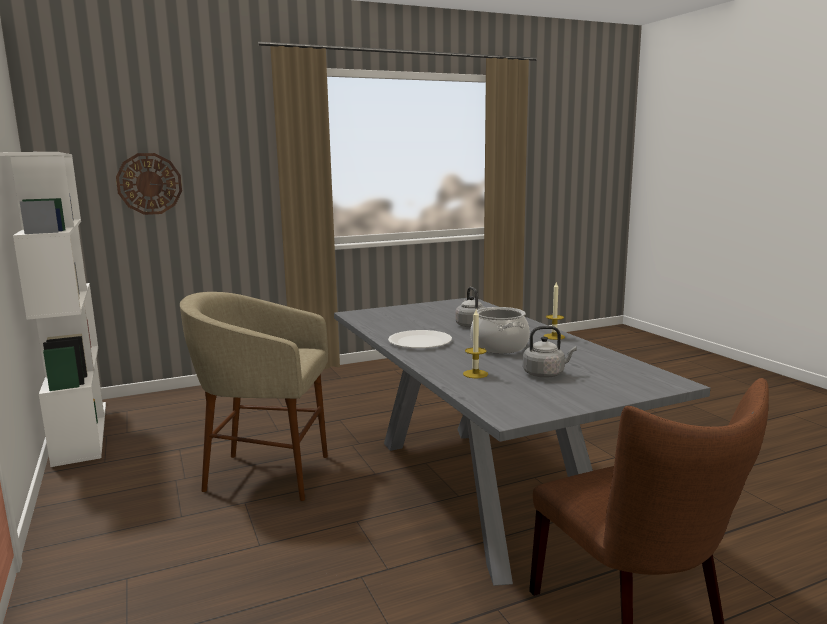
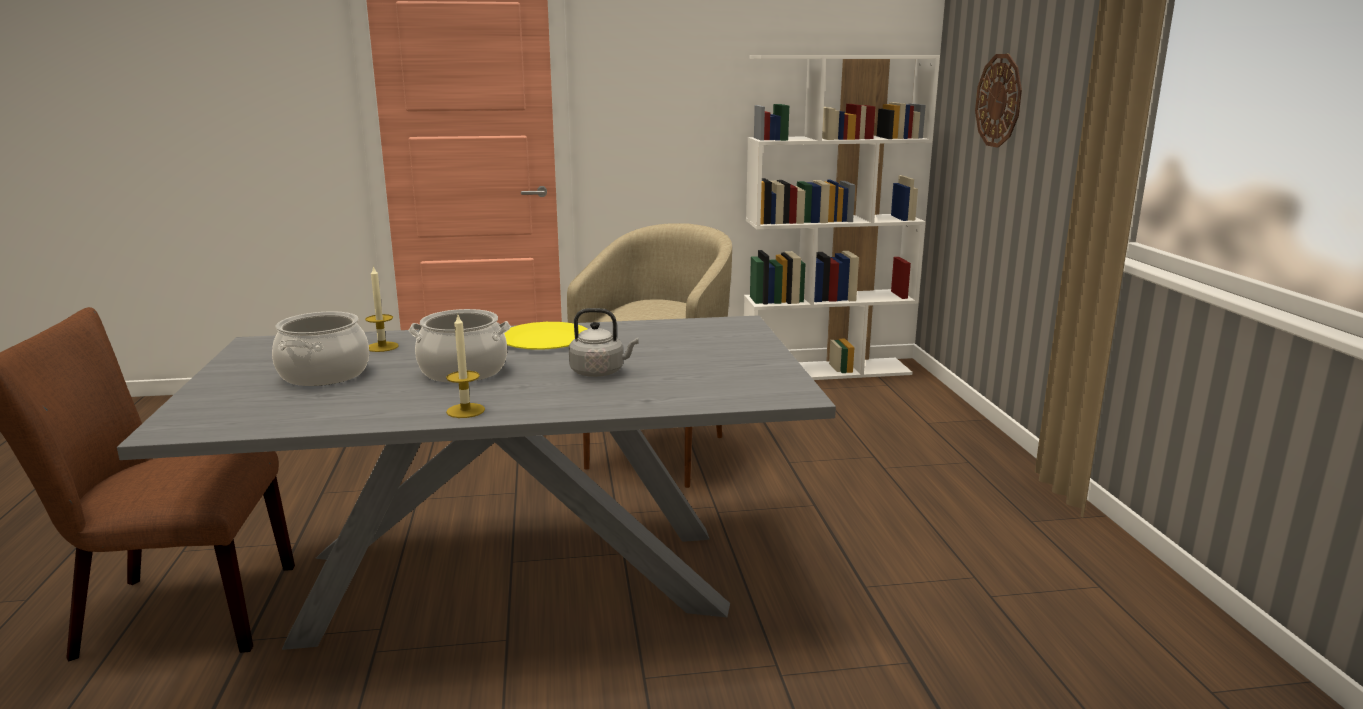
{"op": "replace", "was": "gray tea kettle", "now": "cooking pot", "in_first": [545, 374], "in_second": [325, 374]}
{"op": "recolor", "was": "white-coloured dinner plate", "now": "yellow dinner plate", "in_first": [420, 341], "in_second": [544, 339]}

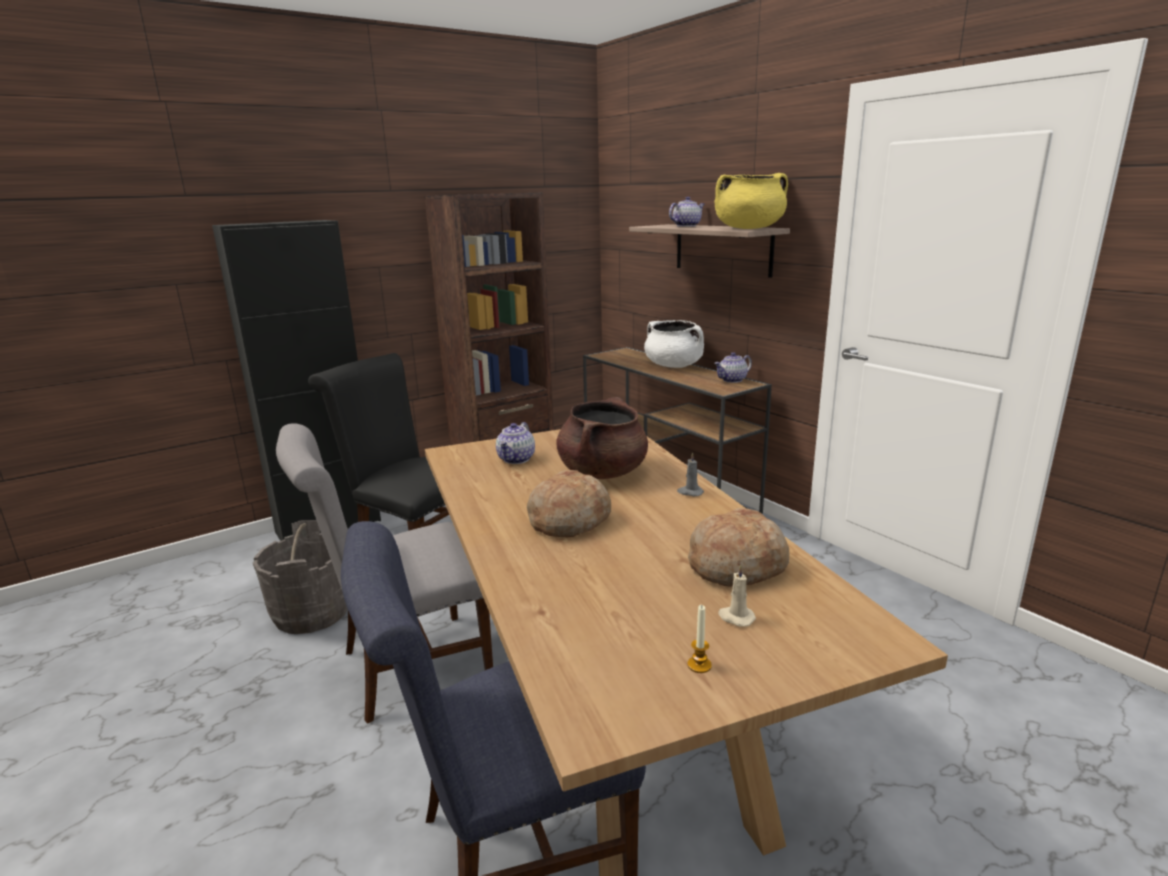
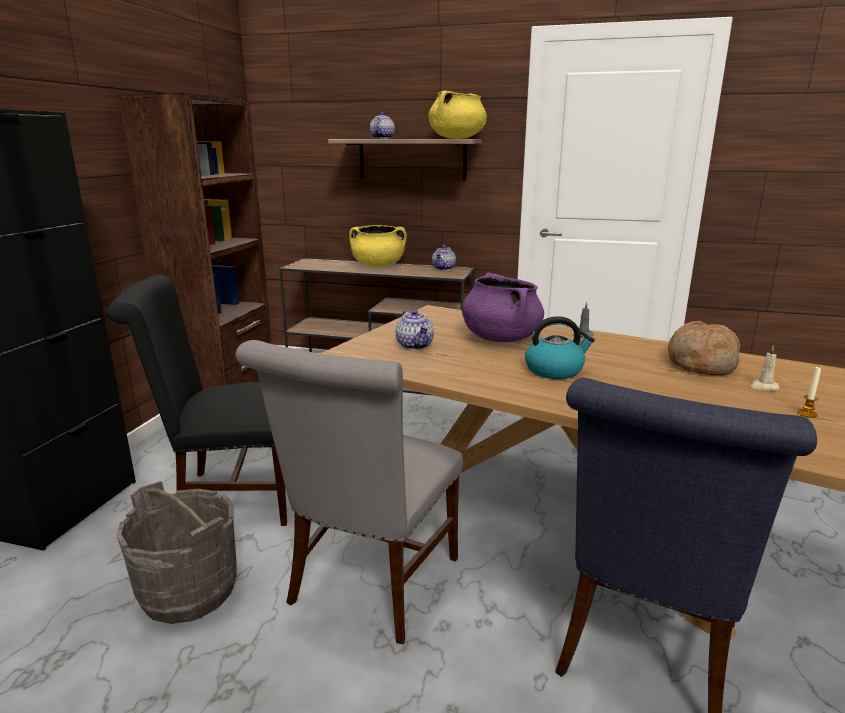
{"op": "recolor", "was": "white-coloured cooking pot", "now": "yellow cooking pot", "in_first": [674, 366], "in_second": [378, 265]}
{"op": "recolor", "was": "brownish cooking pot", "now": "purple cooking pot", "in_first": [602, 472], "in_second": [500, 338]}
{"op": "replace", "was": "bakery bread", "now": "tea kettle", "in_first": [569, 520], "in_second": [555, 370]}

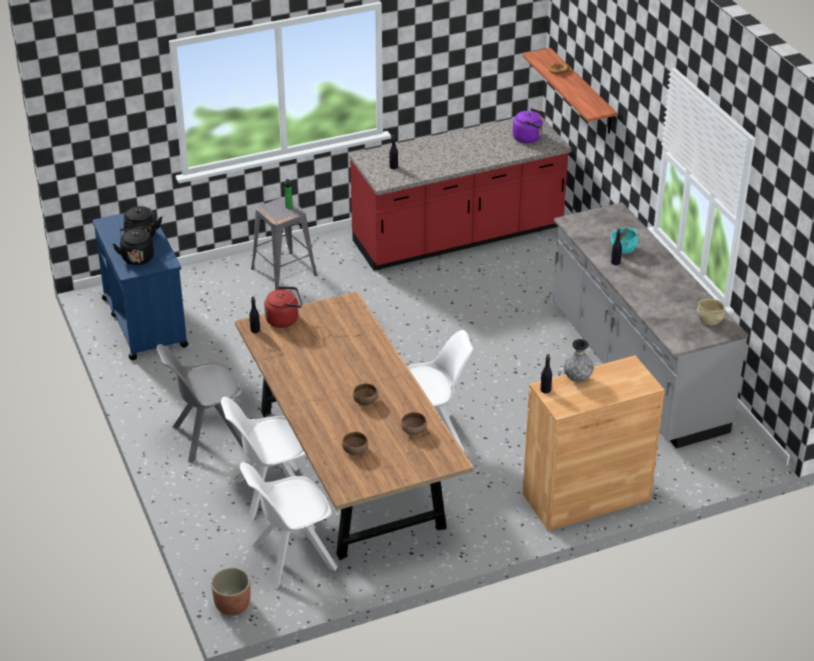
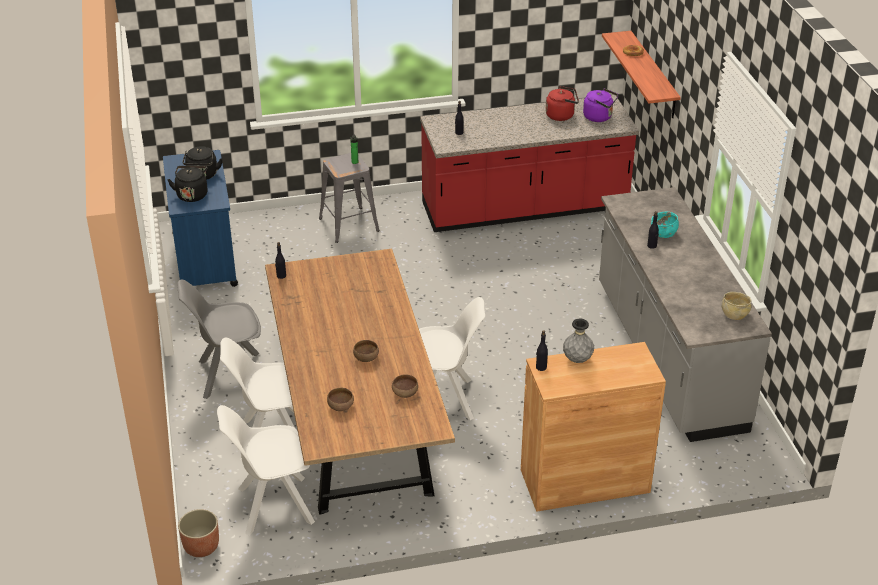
{"op": "move", "was": "reddish tea kettle", "in_first": [284, 319], "in_second": [561, 115]}

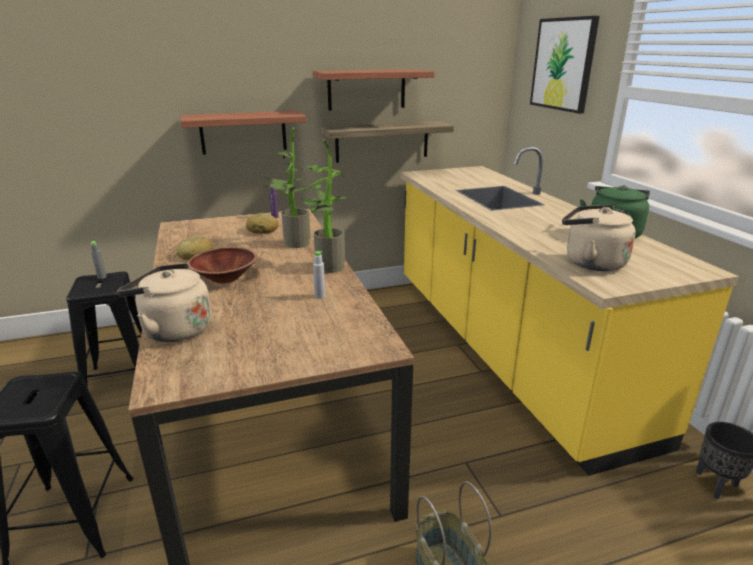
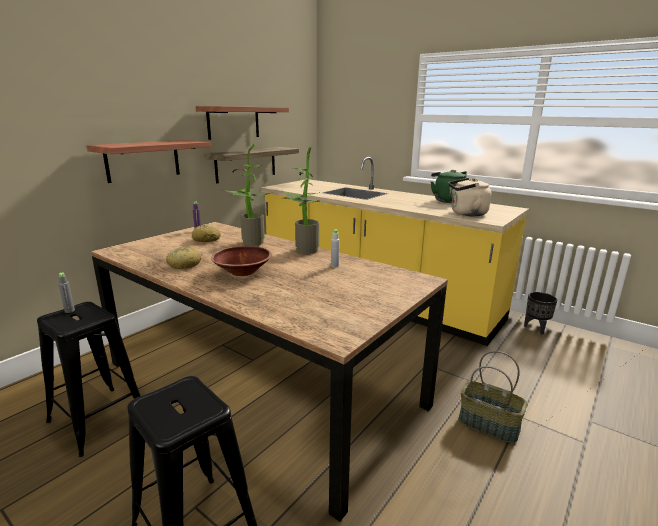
{"op": "delete", "was": "wall picture", "in_first": [563, 64]}
{"op": "delete", "was": "sand-coloured tea kettle", "in_first": [173, 330]}

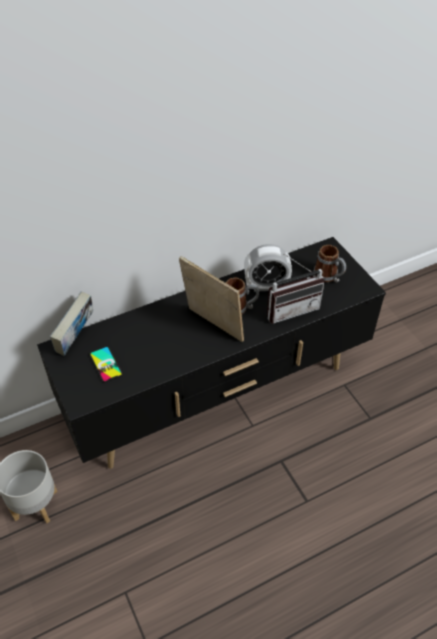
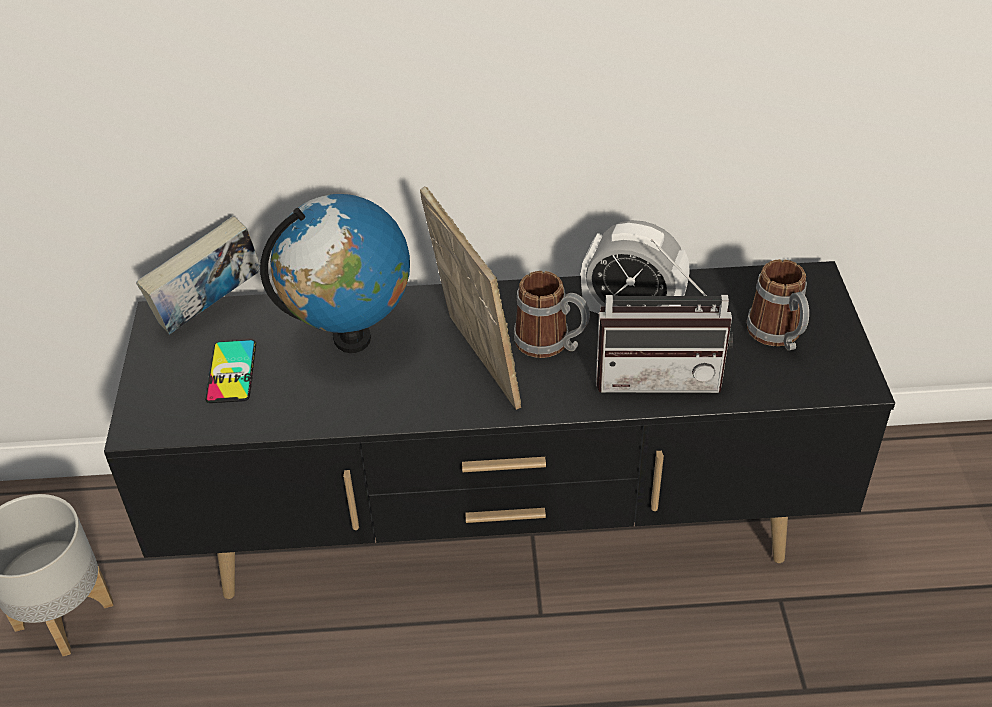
{"op": "insert", "now": "globe", "in_second": [351, 339]}

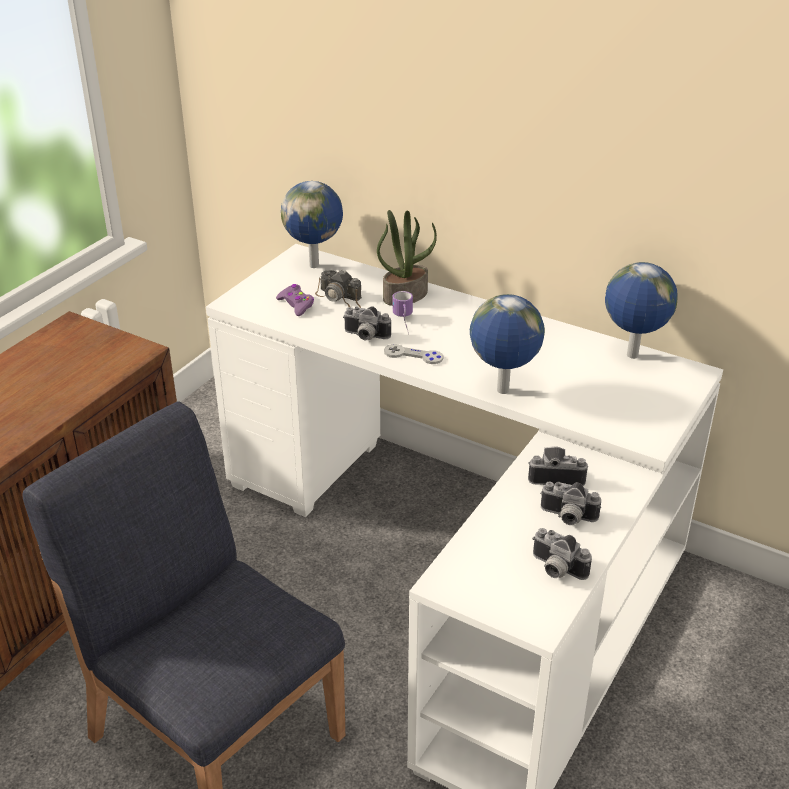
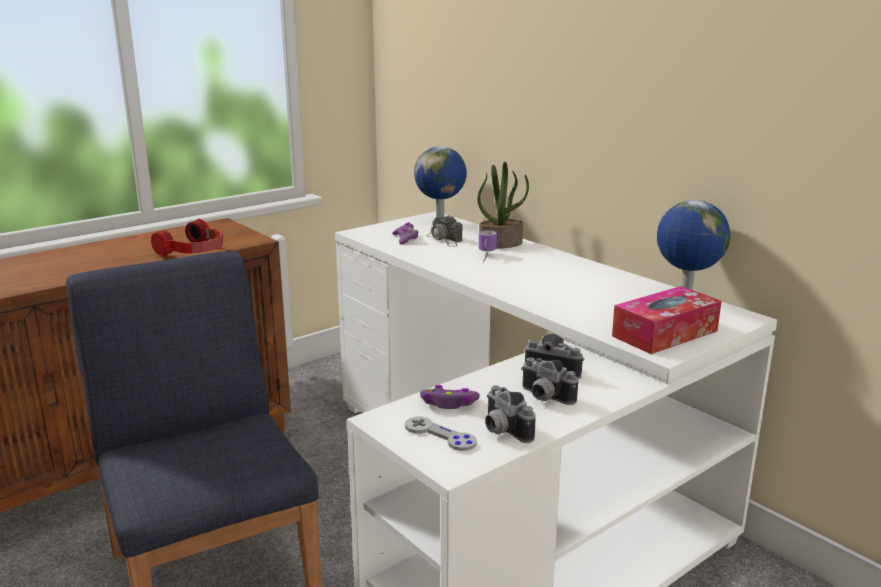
{"op": "delete", "was": "globe", "in_first": [502, 391]}
{"op": "delete", "was": "photo camera", "in_first": [365, 337]}
{"op": "move", "was": "gray game controller", "in_first": [413, 355], "in_second": [440, 435]}
{"op": "insert", "now": "headset", "in_second": [194, 252]}
{"op": "insert", "now": "tissue box", "in_second": [665, 333]}
{"op": "insert", "now": "purple game controller", "in_second": [449, 404]}

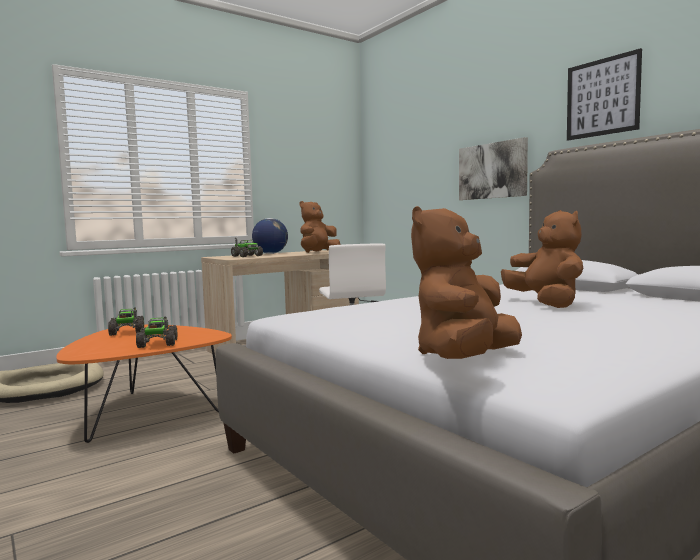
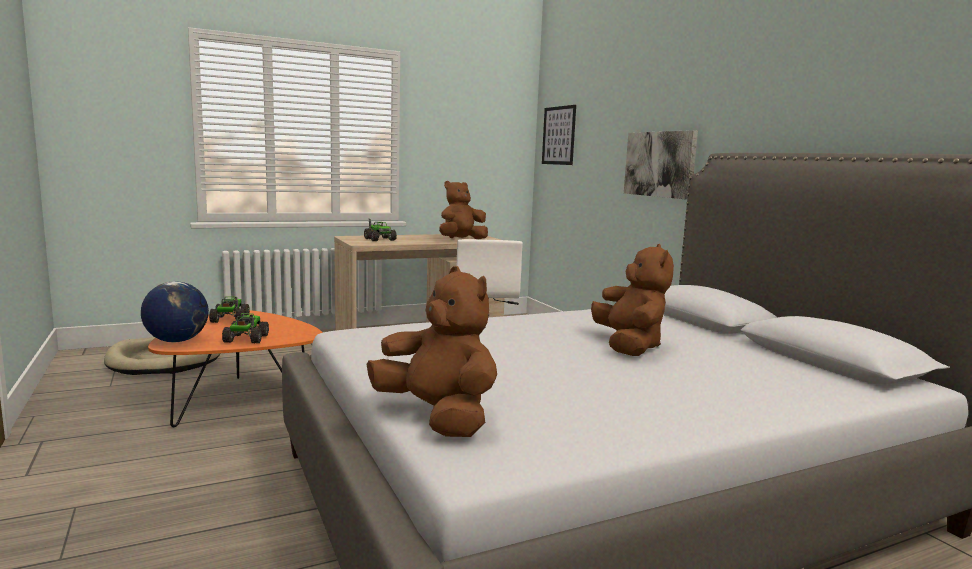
{"op": "move", "was": "wall picture", "in_first": [602, 97], "in_second": [558, 135]}
{"op": "rotate", "was": "brownish cuddly toy", "in_first": [464, 359], "in_second": [438, 417], "clockwise": 90}
{"op": "move", "was": "globe", "in_first": [270, 253], "in_second": [177, 341]}

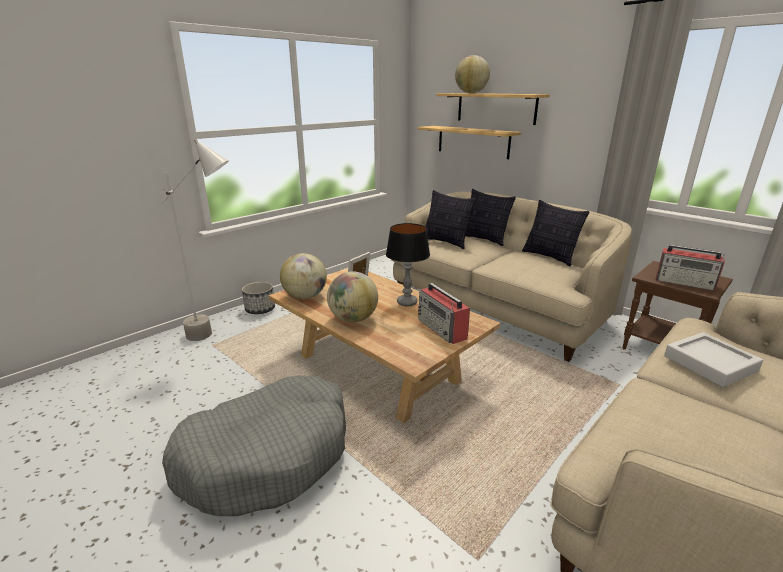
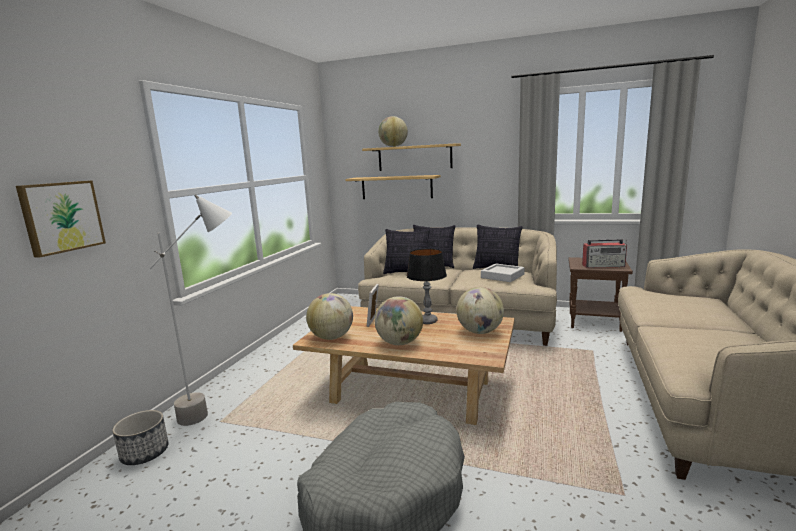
{"op": "move", "was": "planter", "in_first": [260, 309], "in_second": [144, 453]}
{"op": "replace", "was": "radio receiver", "now": "globe", "in_first": [442, 329], "in_second": [480, 332]}
{"op": "move", "was": "gray carrying tray", "in_first": [709, 364], "in_second": [502, 276]}
{"op": "insert", "now": "wall picture", "in_second": [61, 217]}

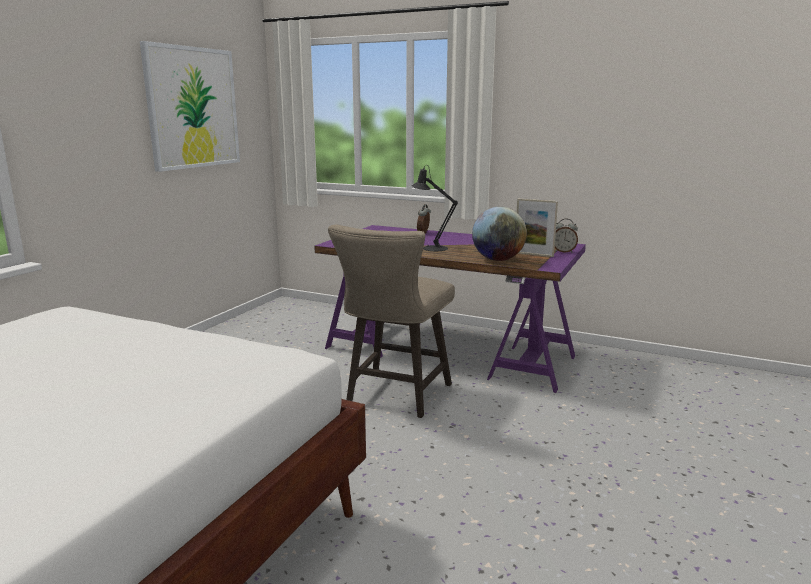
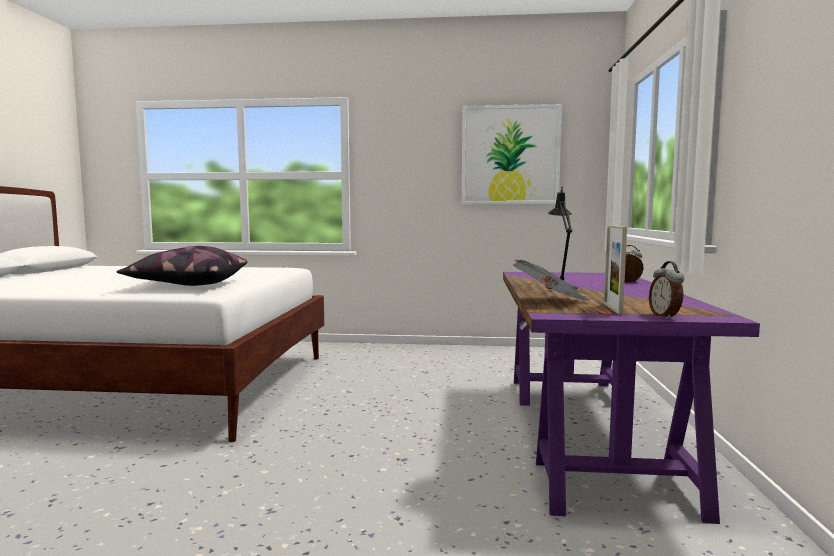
{"op": "replace", "was": "globe", "now": "daily paper", "in_first": [498, 259], "in_second": [551, 301]}
{"op": "delete", "was": "sand-coloured stool", "in_first": [395, 397]}
{"op": "insert", "now": "pillow", "in_second": [188, 284]}

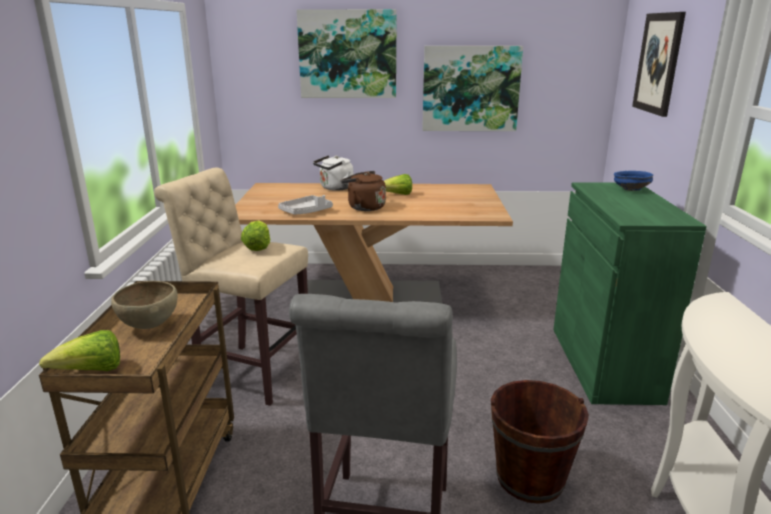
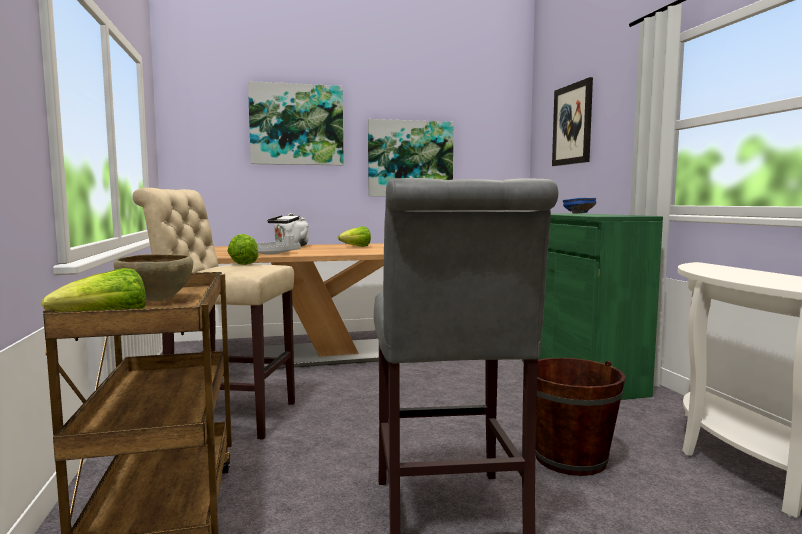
{"op": "delete", "was": "brownish tea kettle", "in_first": [364, 207]}

